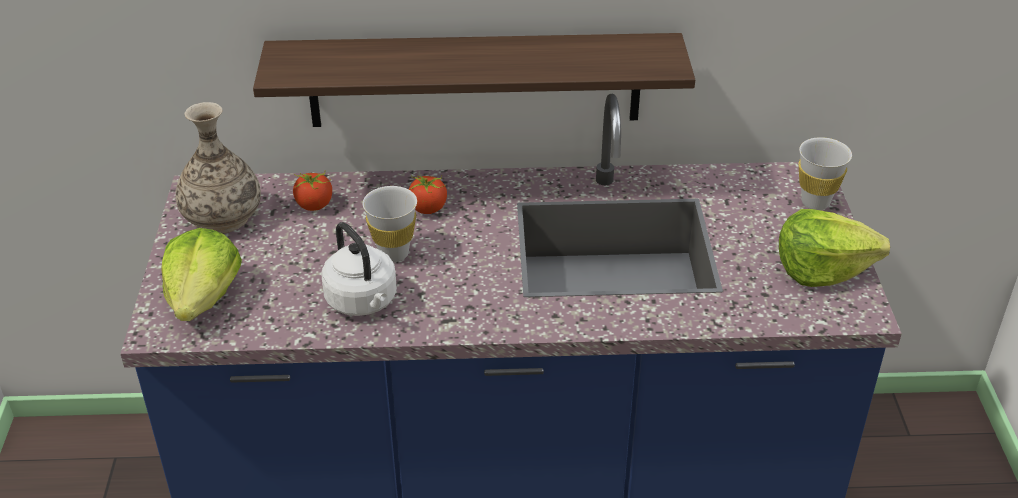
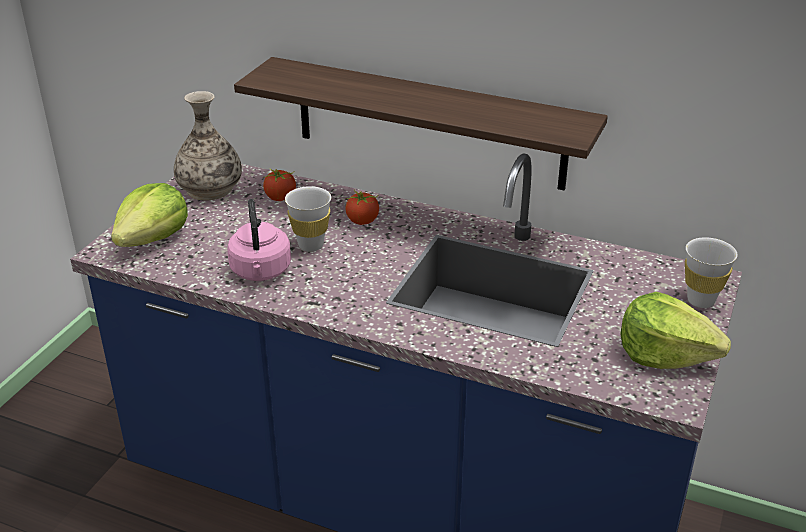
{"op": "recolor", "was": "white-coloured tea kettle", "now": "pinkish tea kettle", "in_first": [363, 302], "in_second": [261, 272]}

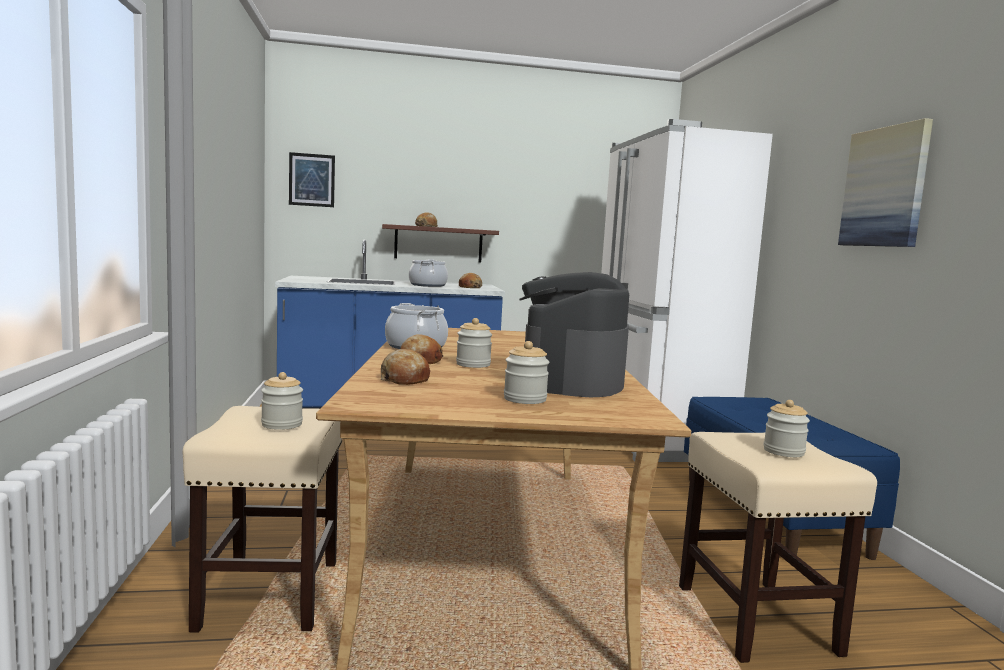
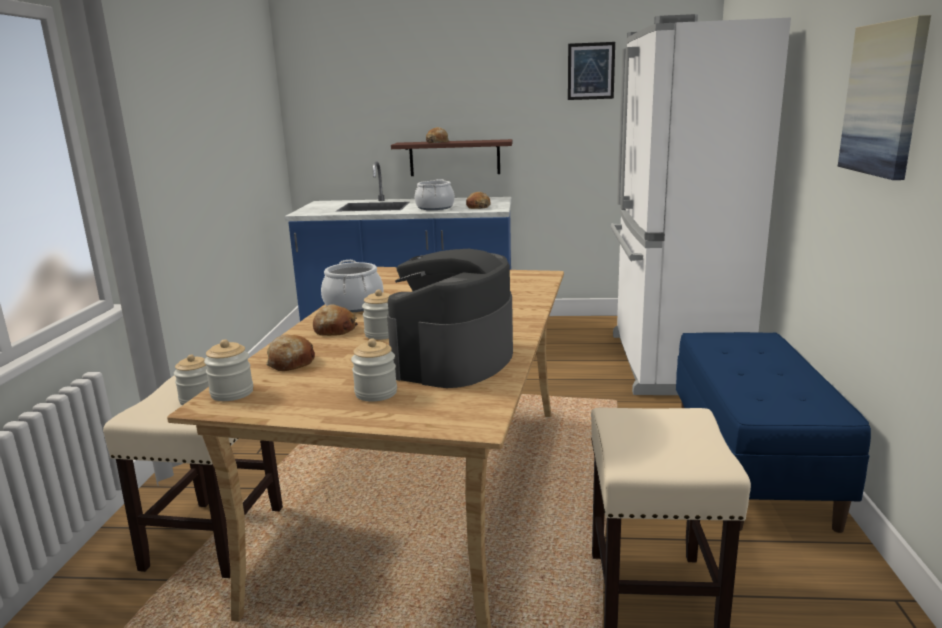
{"op": "move", "was": "wall picture", "in_first": [312, 180], "in_second": [591, 71]}
{"op": "move", "was": "jar", "in_first": [783, 451], "in_second": [232, 393]}

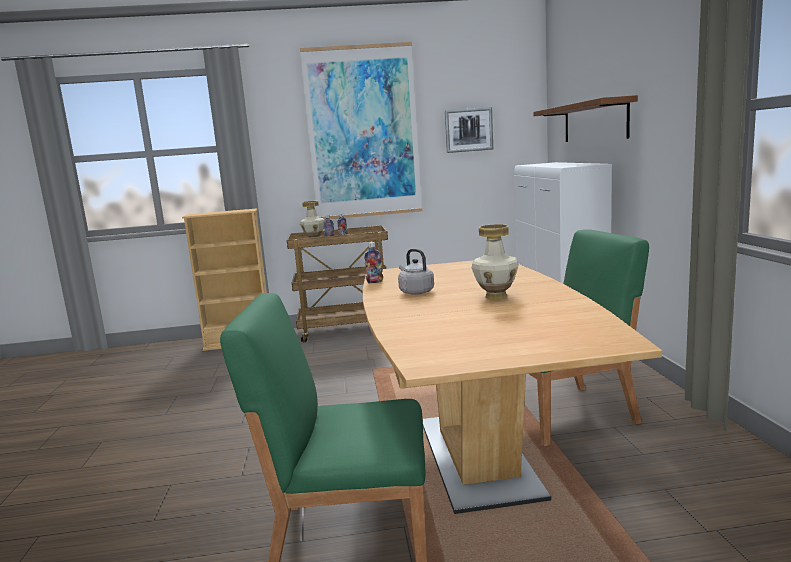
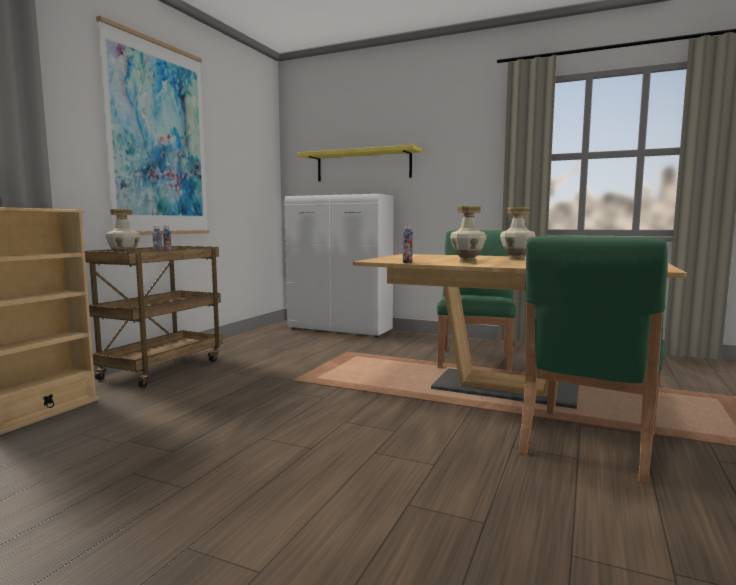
{"op": "recolor", "was": "brownish wall shelf", "now": "yellow wall shelf", "in_first": [594, 122], "in_second": [363, 165]}
{"op": "delete", "was": "wall picture", "in_first": [468, 130]}
{"op": "replace", "was": "gray tea kettle", "now": "flower vase", "in_first": [415, 292], "in_second": [467, 262]}

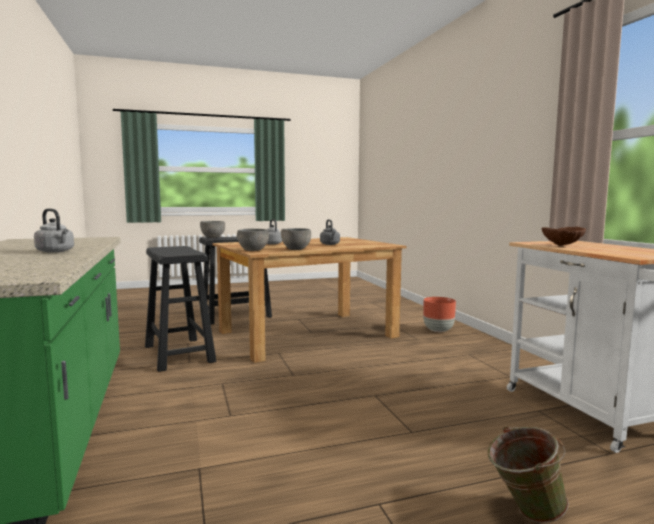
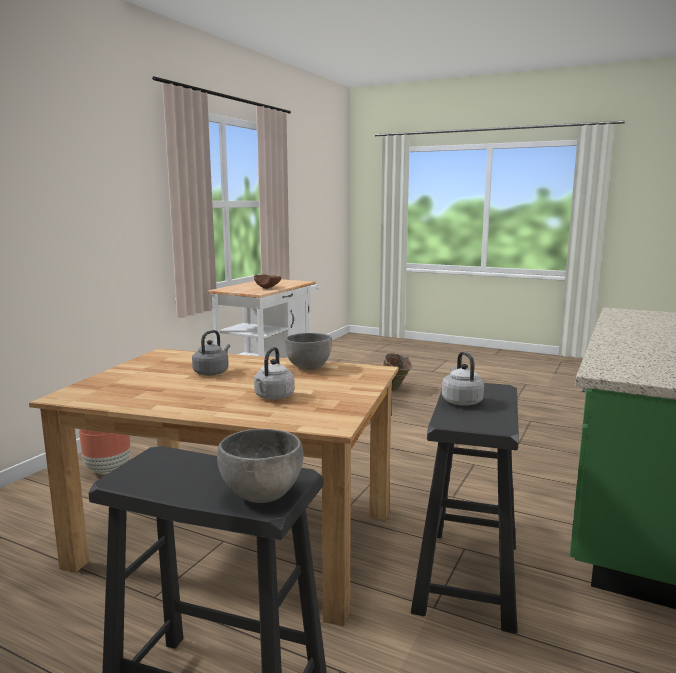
{"op": "move", "was": "gray tea kettle", "in_first": [56, 251], "in_second": [461, 401]}
{"op": "delete", "was": "gray serving bowl", "in_first": [253, 250]}

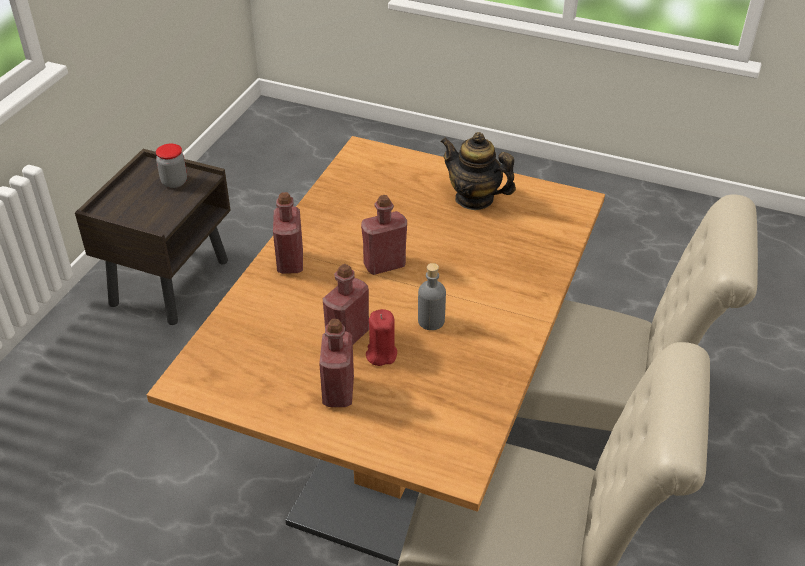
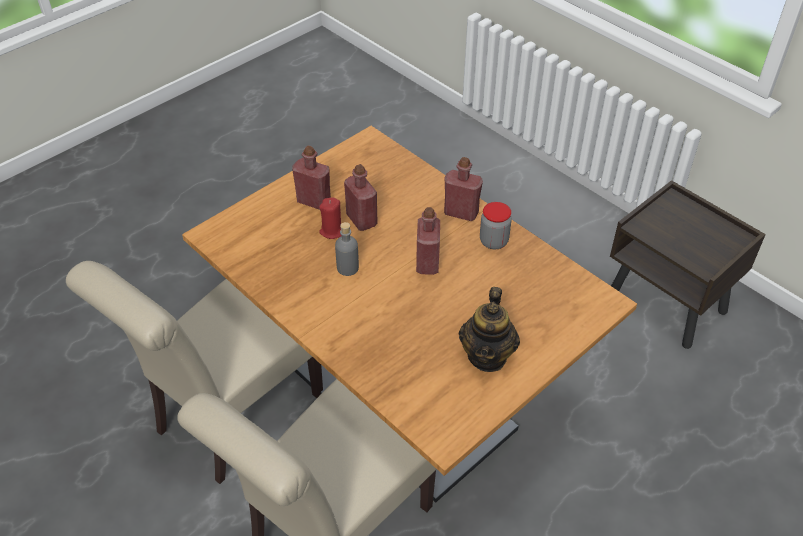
{"op": "rotate", "was": "teapot", "in_first": [474, 198], "in_second": [487, 356], "clockwise": 135}
{"op": "move", "was": "jar", "in_first": [174, 182], "in_second": [493, 241]}

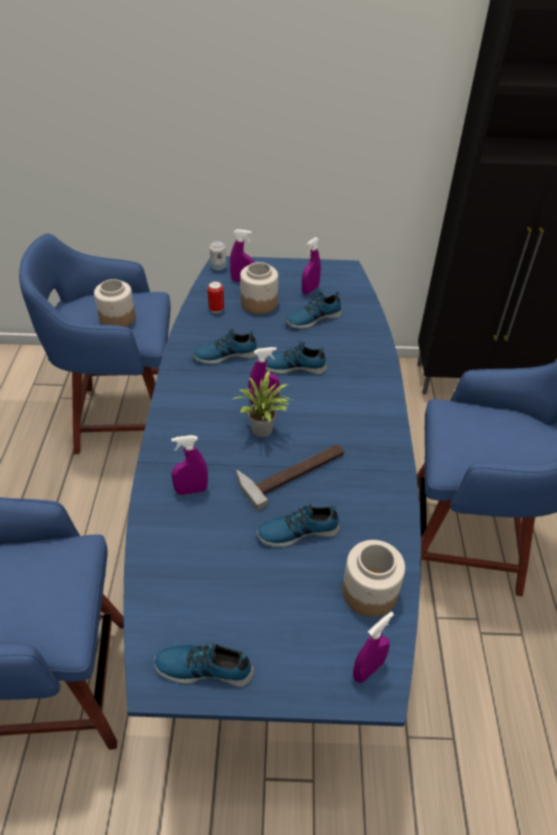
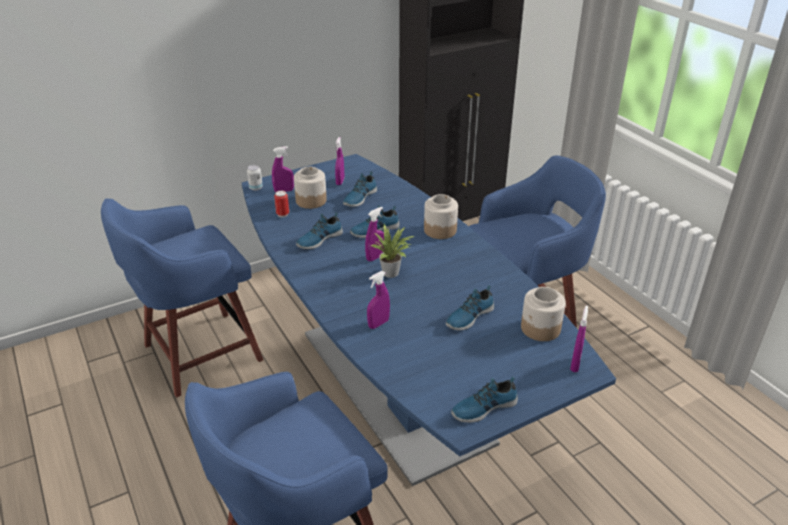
{"op": "move", "was": "jar", "in_first": [118, 318], "in_second": [440, 230]}
{"op": "delete", "was": "hand hammer", "in_first": [292, 470]}

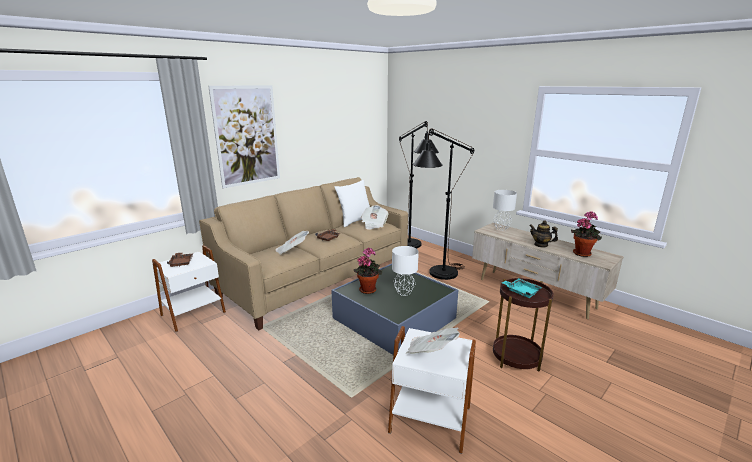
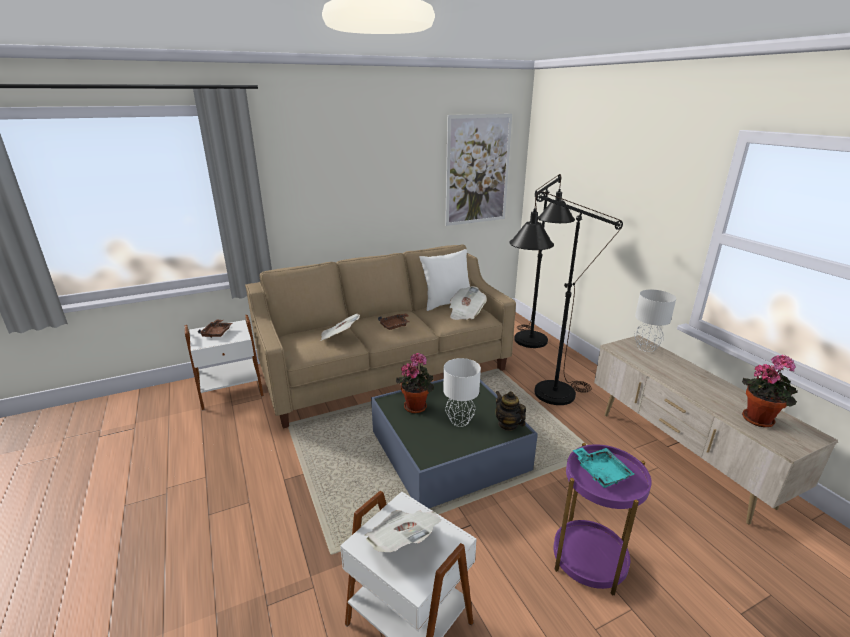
{"op": "move", "was": "wall picture", "in_first": [247, 136], "in_second": [477, 170]}
{"op": "move", "was": "teapot", "in_first": [541, 245], "in_second": [508, 424]}
{"op": "recolor", "was": "brownish accent table", "now": "purple accent table", "in_first": [516, 357], "in_second": [589, 560]}

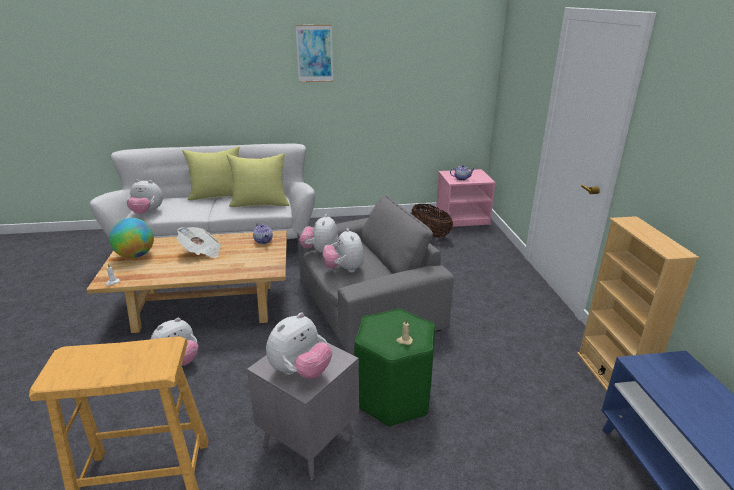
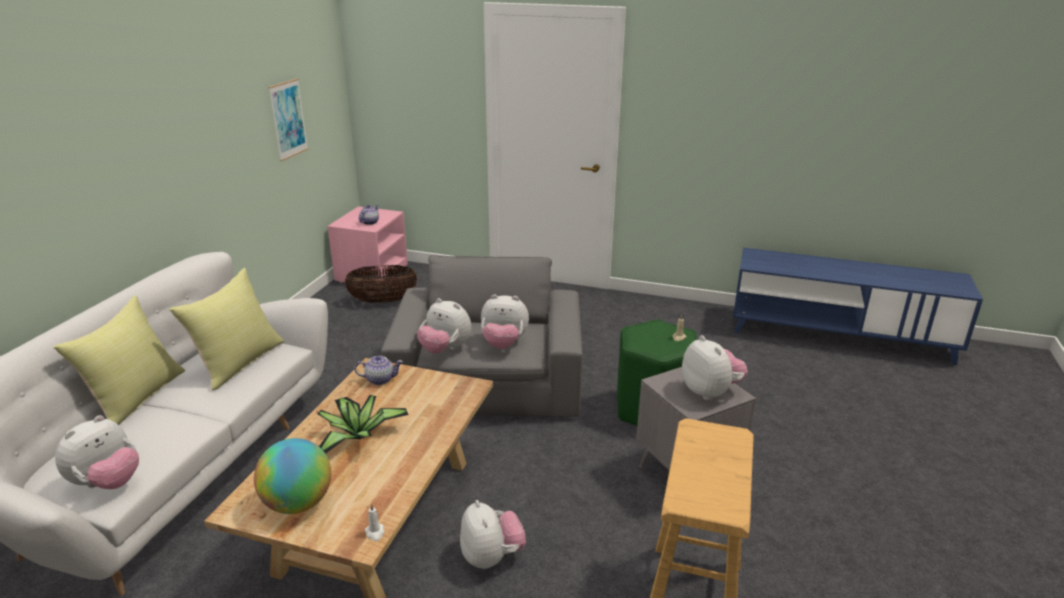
{"op": "move", "was": "wall picture", "in_first": [314, 53], "in_second": [288, 119]}
{"op": "delete", "was": "sand-coloured shelving unit", "in_first": [610, 378]}
{"op": "replace", "was": "daily paper", "now": "potted plant", "in_first": [201, 252], "in_second": [358, 435]}

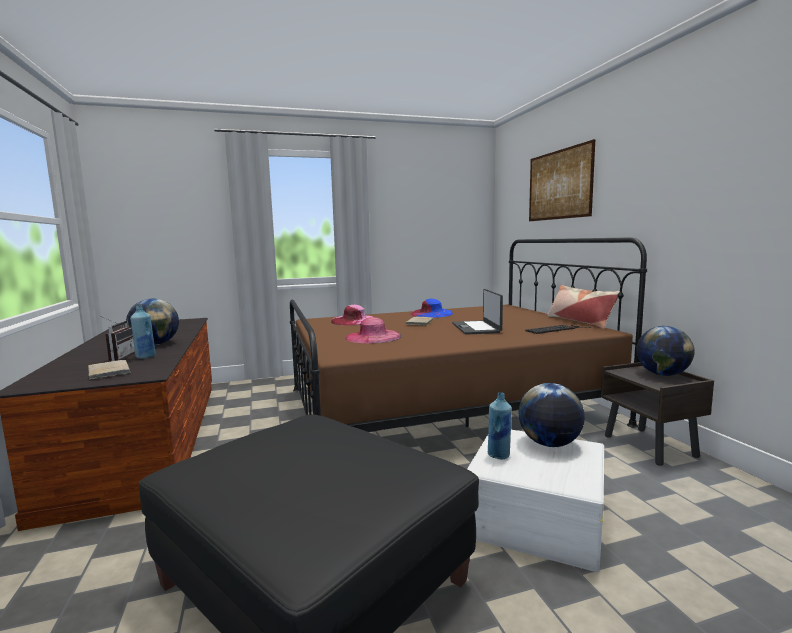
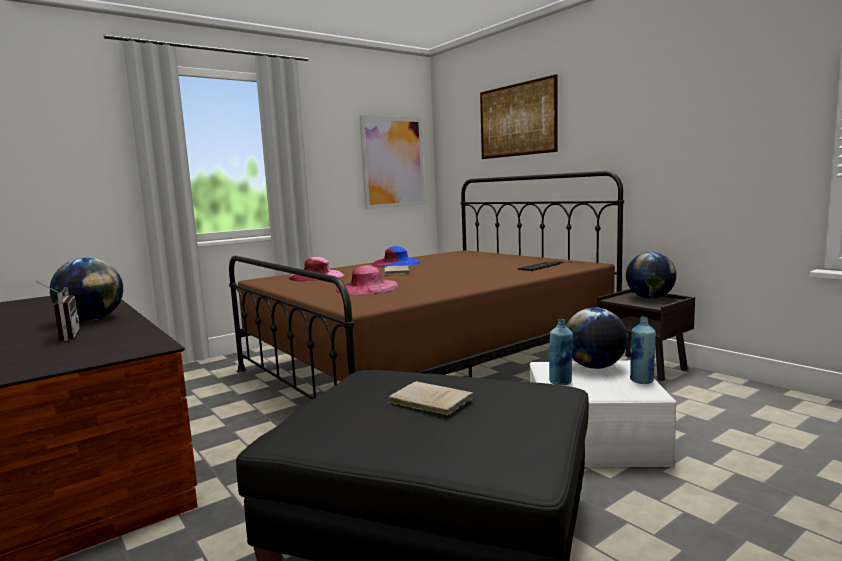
{"op": "delete", "was": "pillow", "in_first": [580, 321]}
{"op": "delete", "was": "notebook computer", "in_first": [476, 328]}
{"op": "move", "was": "blue bottle", "in_first": [145, 357], "in_second": [641, 381]}
{"op": "move", "was": "sand-coloured bound book", "in_first": [108, 371], "in_second": [429, 400]}
{"op": "insert", "now": "wall picture", "in_second": [393, 162]}

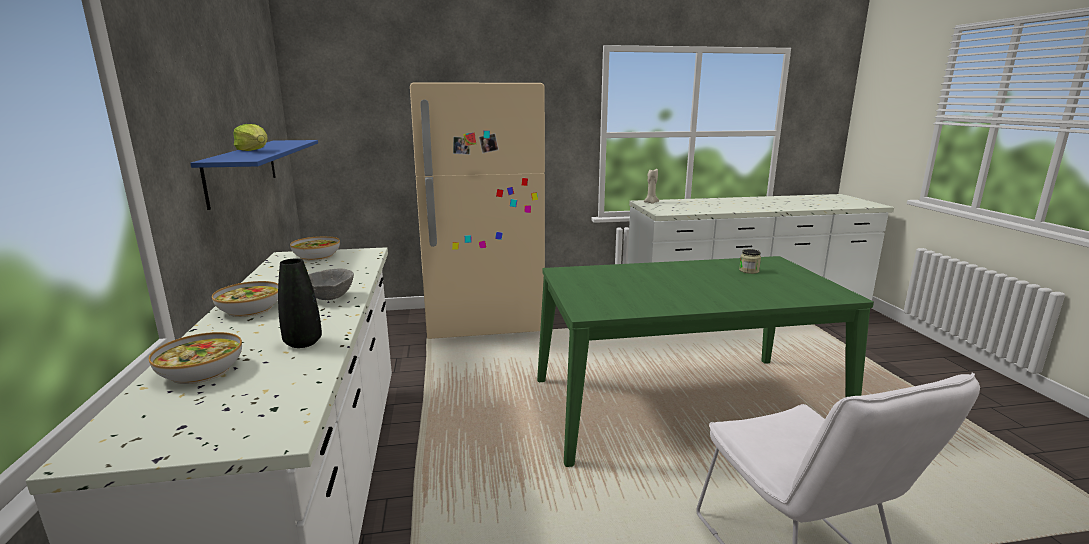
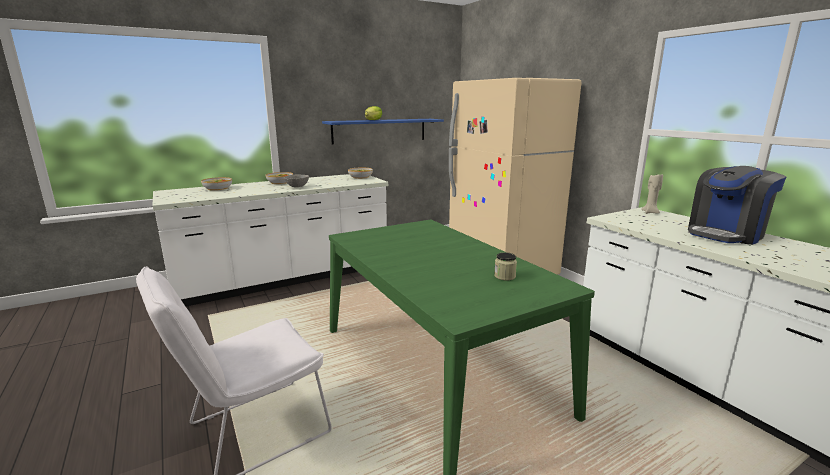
{"op": "delete", "was": "black-coloured flower vase", "in_first": [303, 343]}
{"op": "insert", "now": "coffee machine", "in_second": [725, 234]}

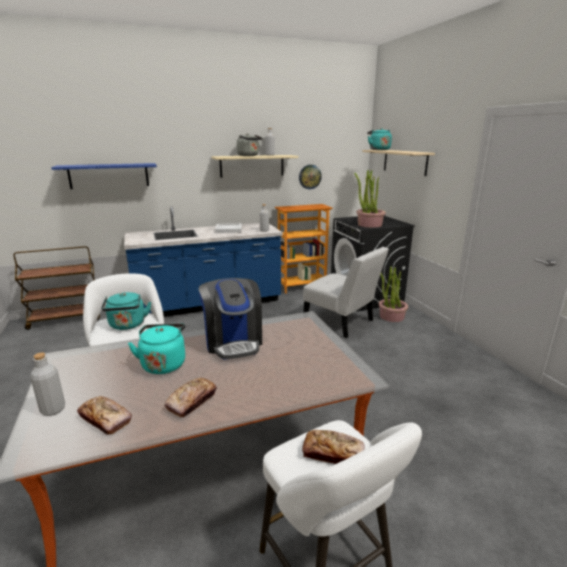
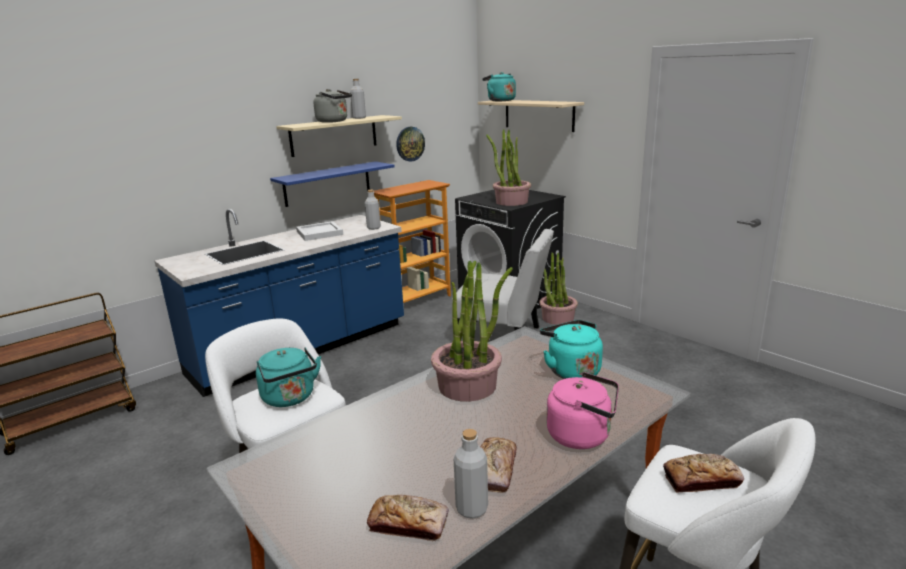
{"op": "move", "was": "blue wall shelf", "in_first": [109, 175], "in_second": [327, 183]}
{"op": "replace", "was": "coffee machine", "now": "potted plant", "in_first": [233, 341], "in_second": [468, 385]}
{"op": "move", "was": "turquoise tea kettle", "in_first": [164, 363], "in_second": [571, 370]}
{"op": "move", "was": "gray bottle", "in_first": [53, 409], "in_second": [472, 508]}
{"op": "insert", "now": "pinkish tea kettle", "in_second": [582, 435]}

